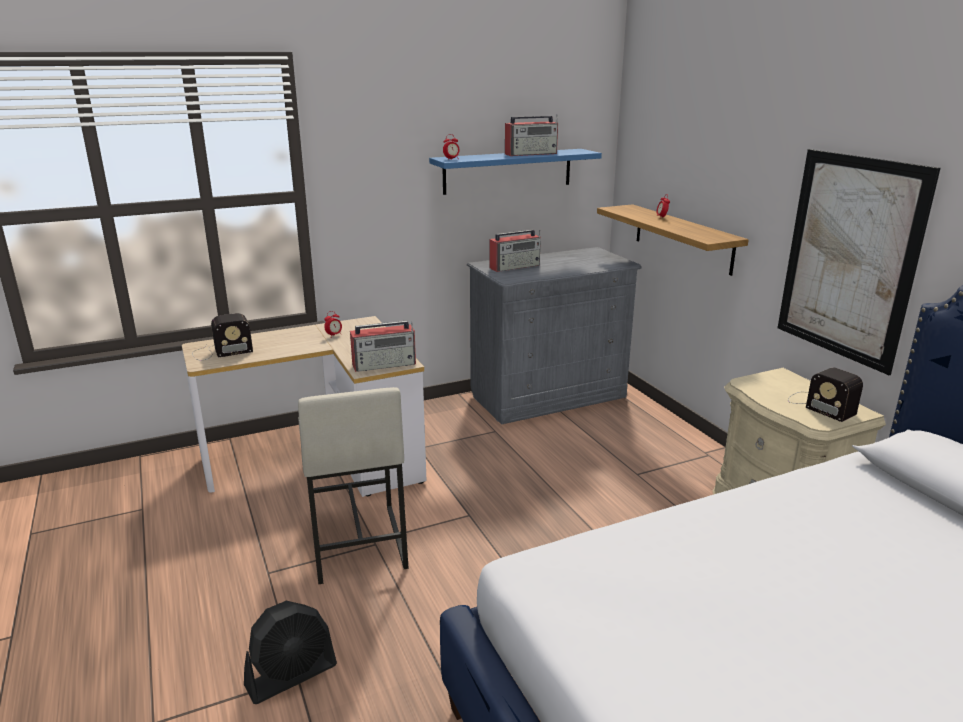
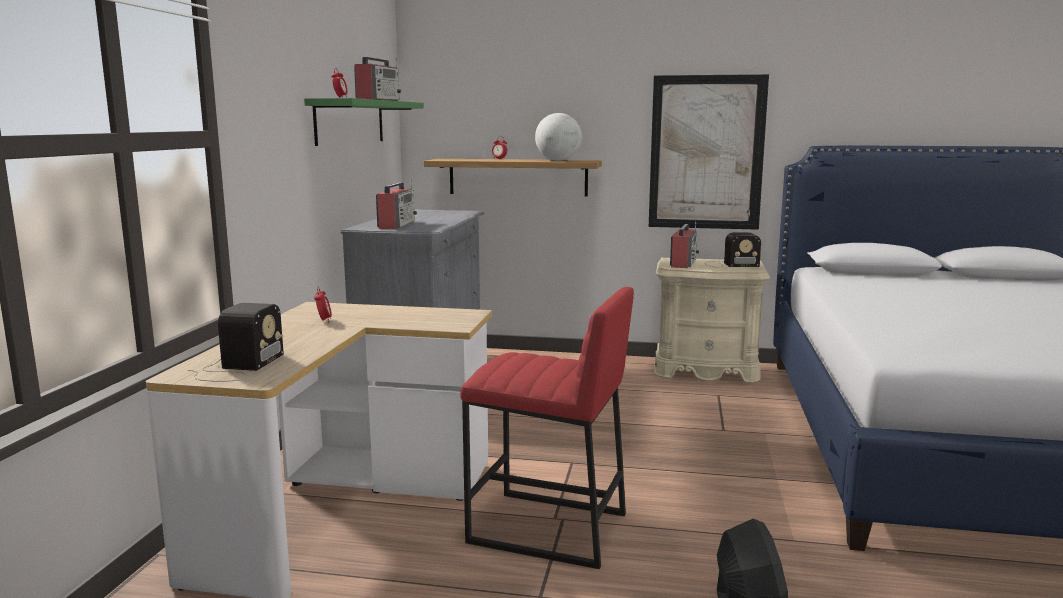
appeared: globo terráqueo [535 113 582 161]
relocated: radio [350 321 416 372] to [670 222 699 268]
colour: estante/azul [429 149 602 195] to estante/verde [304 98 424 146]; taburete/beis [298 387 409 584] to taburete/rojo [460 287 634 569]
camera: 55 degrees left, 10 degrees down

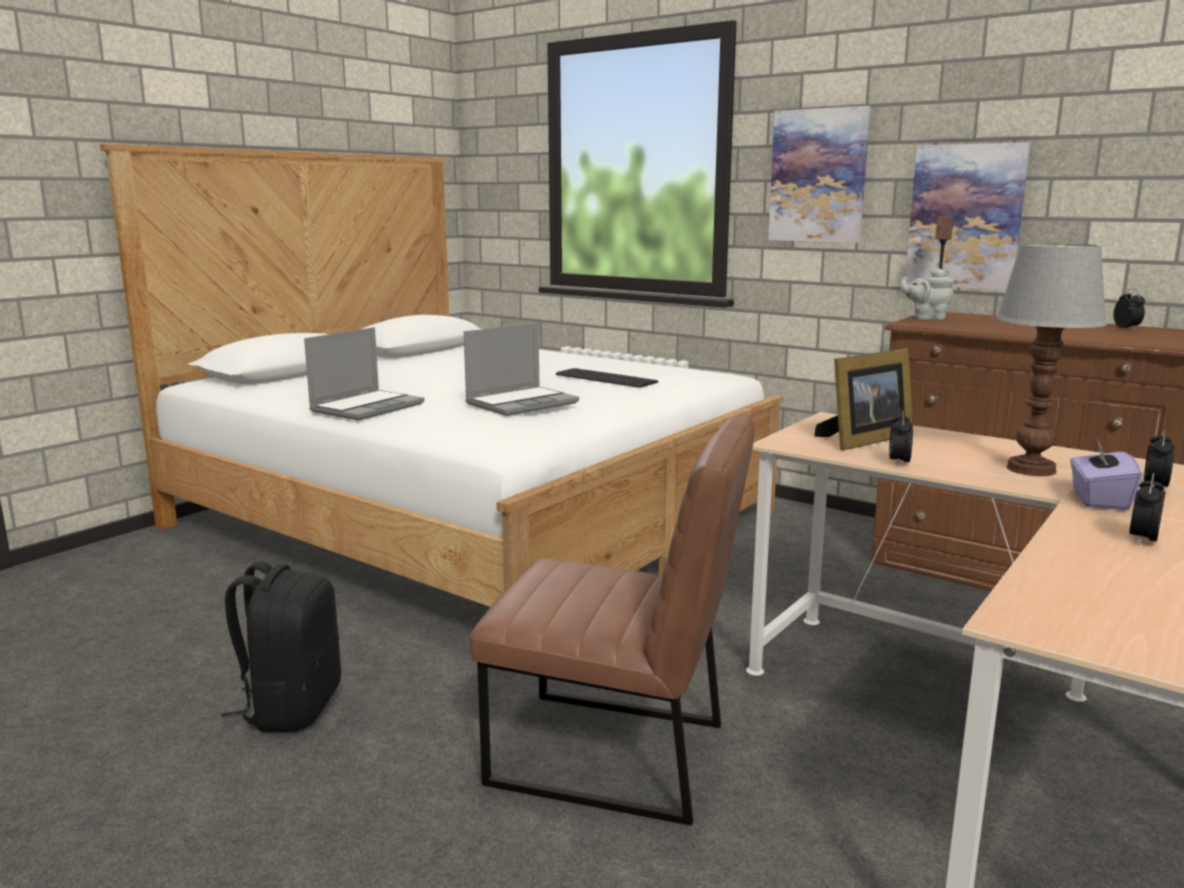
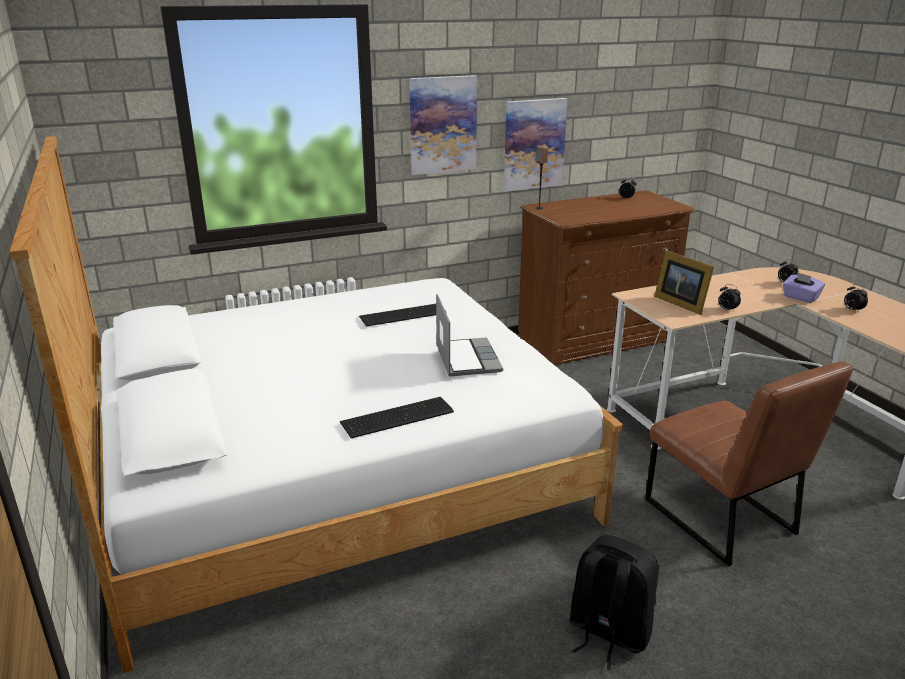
missing: tetera/gris [900 269 954 320]; lámpara de mesa [996 243 1107 476]
exchanged: portátil [304 327 425 421] to teclado [340 397 454 438]
spun: silla/marrón [470 415 755 826] = [645 361 853 566] 105 degrees clockwise; portarretratos [814 349 913 450] = [655 250 714 315] 150 degrees clockwise
camera: 60 degrees left, 10 degrees up

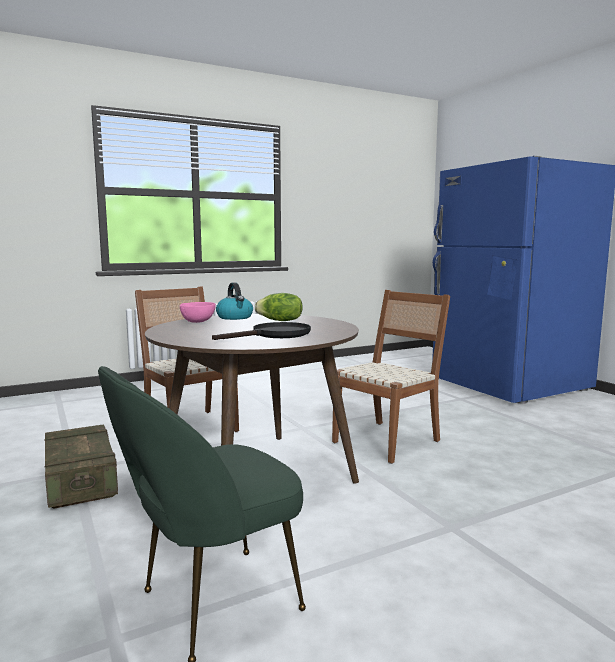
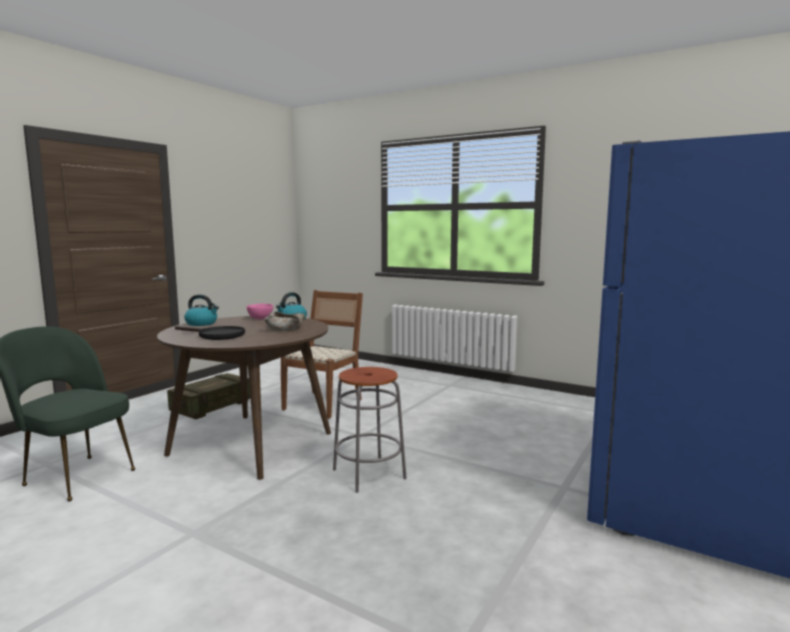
appeared: hervidor [184 294 219 326]
exchanged: lechuga [255 293 303 321] to cuenco/beis [264 312 305 331]; silla [332 290 450 464] to taburete/gris [333 367 407 493]
camera: 60 degrees right, 0 degrees up

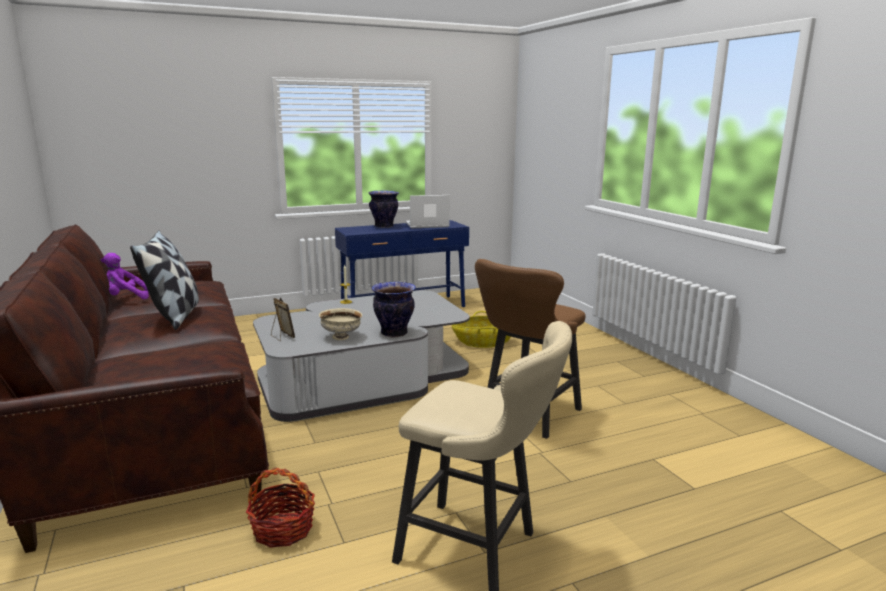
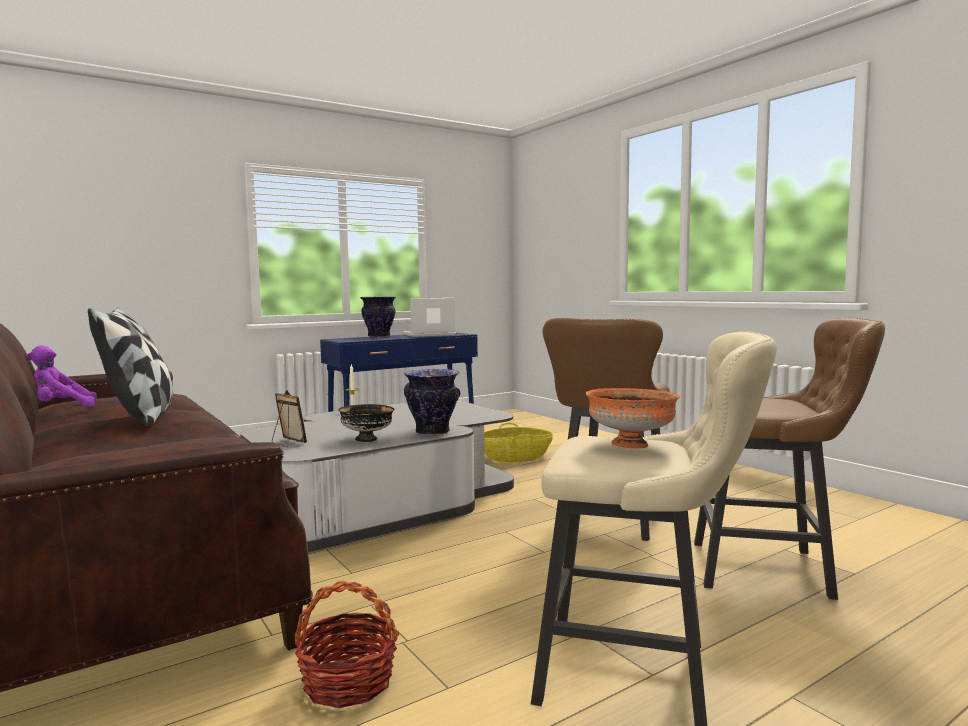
appeared: cuenco/naranja [586 388 680 448]; taburete/marrón [694 318 885 600]
colour: cuenco/beis [319 308 362 340] to cuenco/negro [338 404 394 442]
camera: 10 degrees left, 10 degrees down

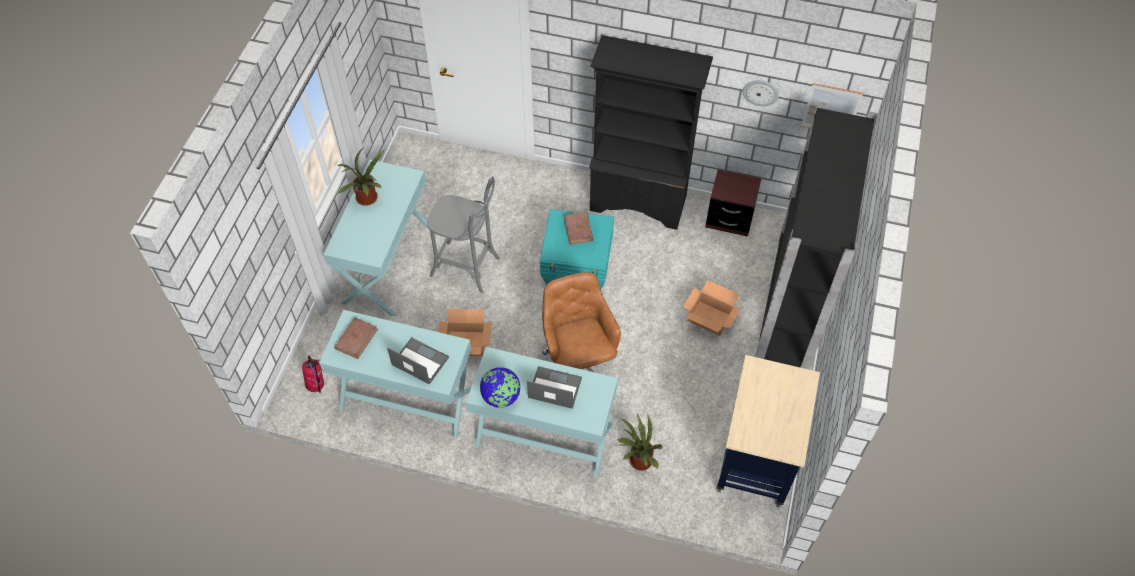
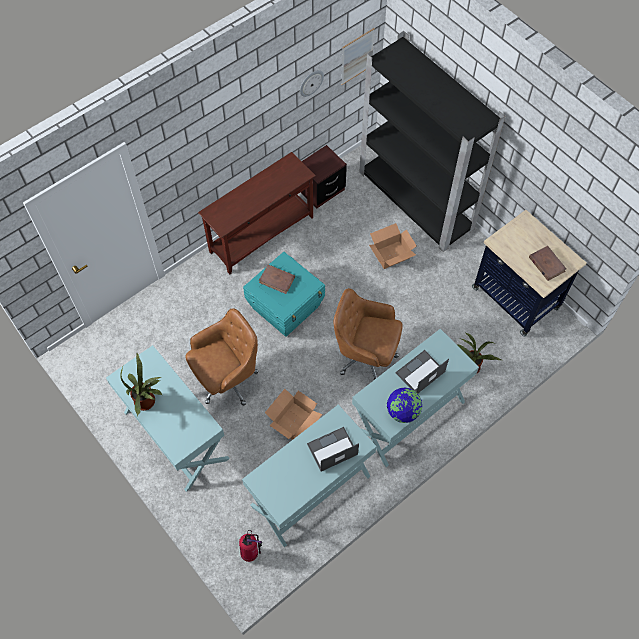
relocated: libro/marrón [334 317 378 359] to [529 246 566 281]
exchanged: taburete/gris [427 177 500 293] to silla de oficina/marrón [185 308 258 405]; estantería/negro [589 35 713 230] to mesa consola/marrón [198 152 316 274]
camera: 55 degrees left, 5 degrees up

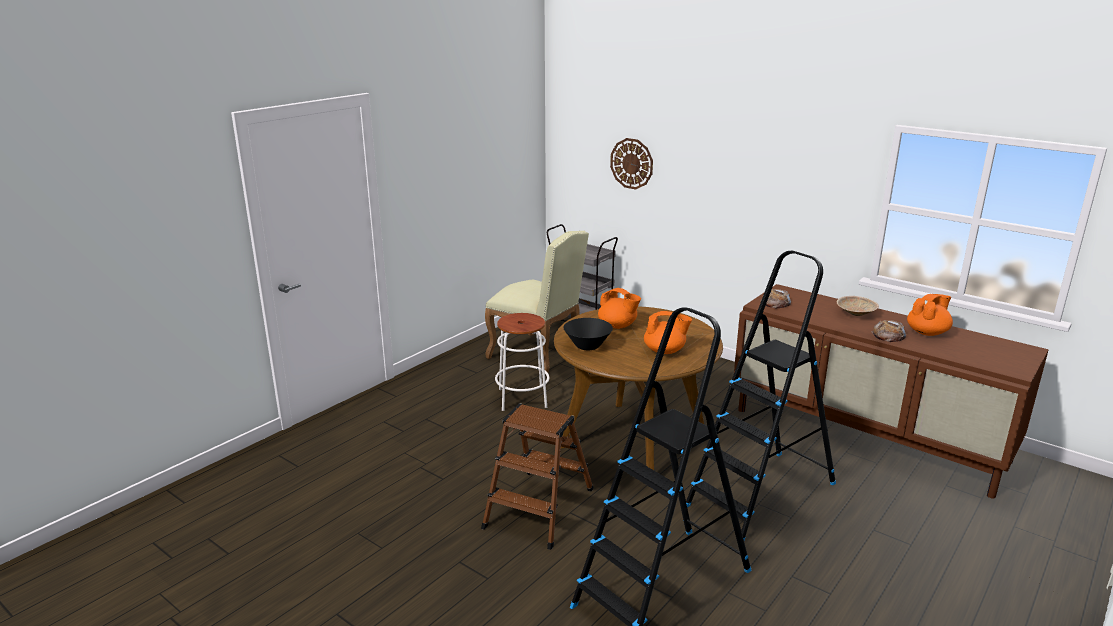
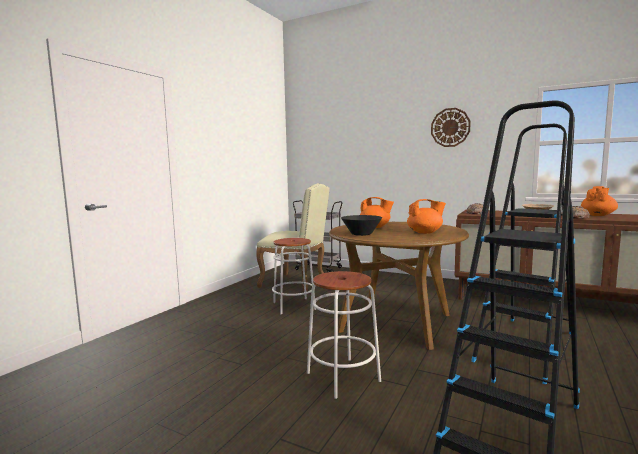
relocated: reloj de pared [610 138 653 190] to [431 108 471 147]
exchanged: escalera de tijera/marrón [481 403 594 550] to taburete/blanco [307 271 381 399]
camera: 10 degrees left, 15 degrees down

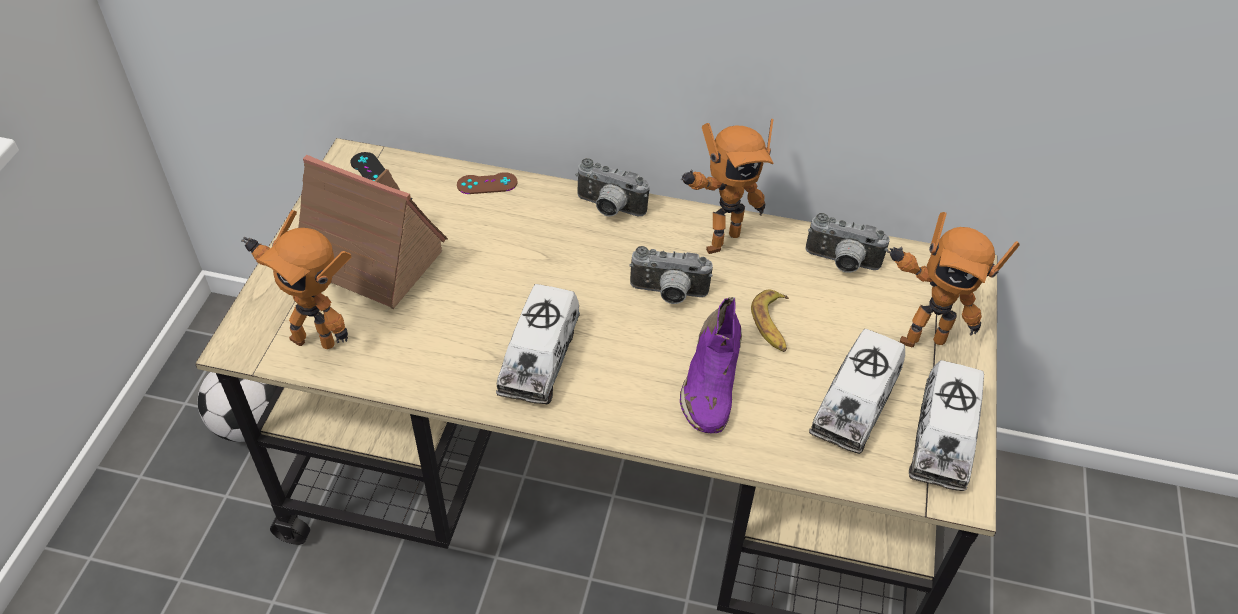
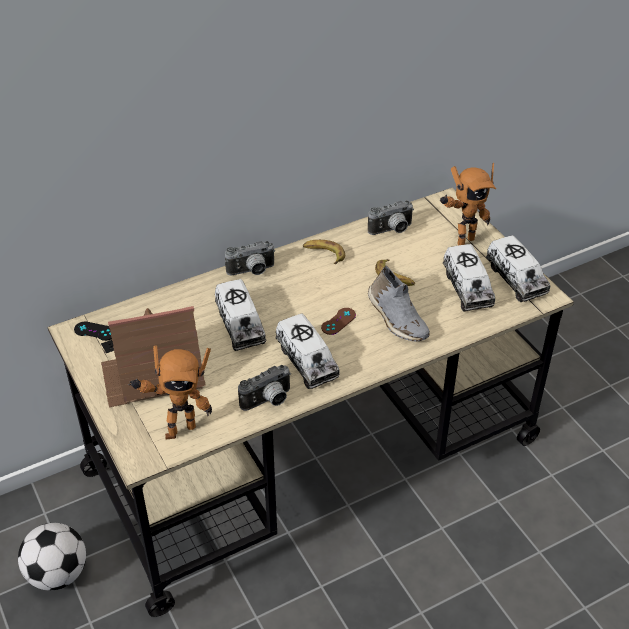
appeared: camión de juguete [215 279 266 351]
relocated: cámara [629 246 713 304] to [238 365 291 411]; mando de consola/marrón [457 172 518 194] to [321 308 356 335]
exchanged: robot de juguete [681 119 774 254] to plátano [303 240 345 264]
colour: zapato/morado [680 297 742 433] to zapato/gris [368 266 430 341]
camera: 40 degrees left, 5 degrees down

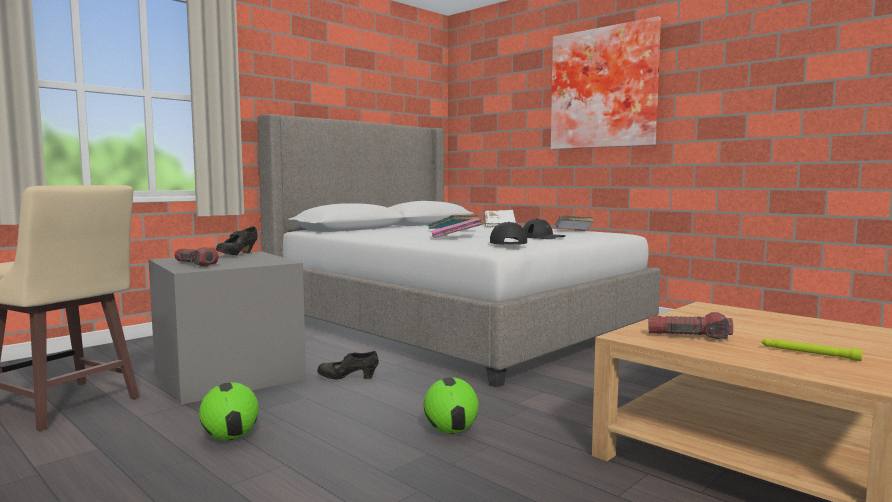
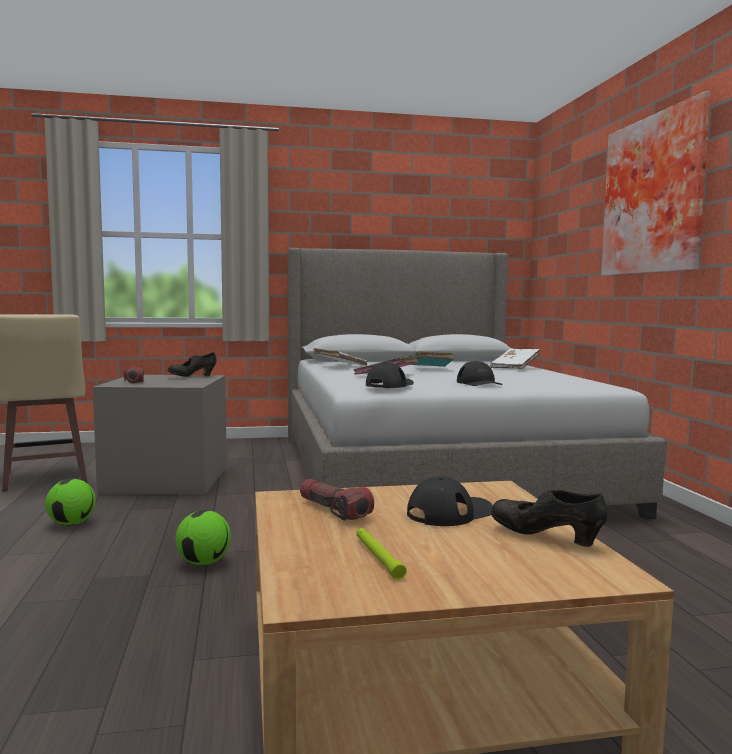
appeared: gorra/negro [407 477 493 526]
relocated: libro/blanco [555 215 594 230] to [313 348 367 366]; zapato/negro [317 351 379 380] to [491 489 608 547]
camera: 35 degrees right, 0 degrees up

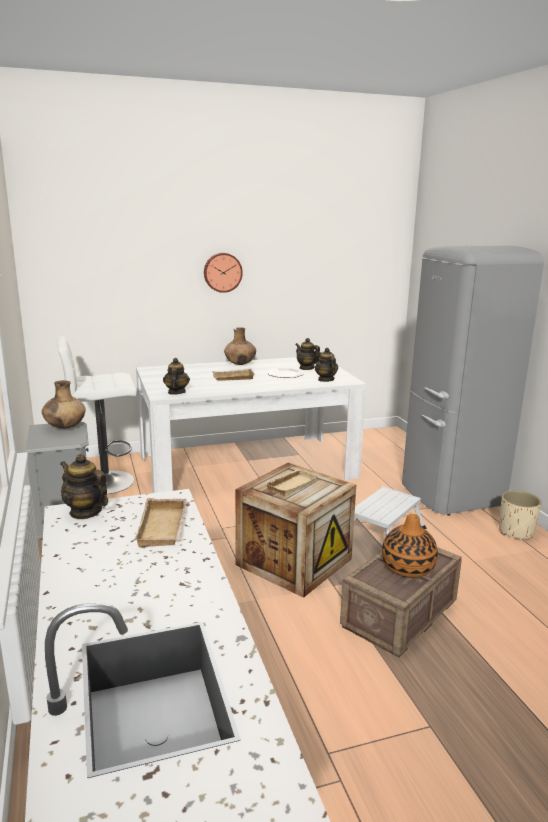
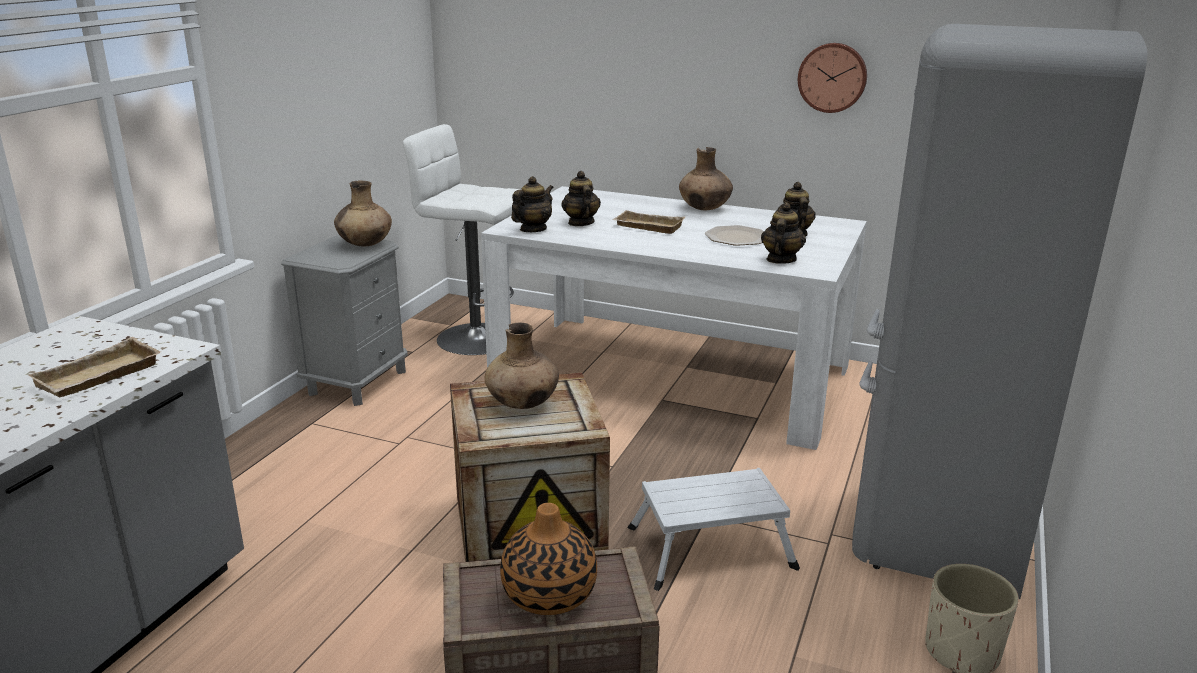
relocated: tetera [60 454 108 519] to [561 171 601 226]; reloj de pared [204 253 243 293] to [798 43 867 113]
exchanged: bandeja/beis [265 469 319 496] to florero/marrón [484 323 559 409]
camera: 40 degrees right, 5 degrees up

